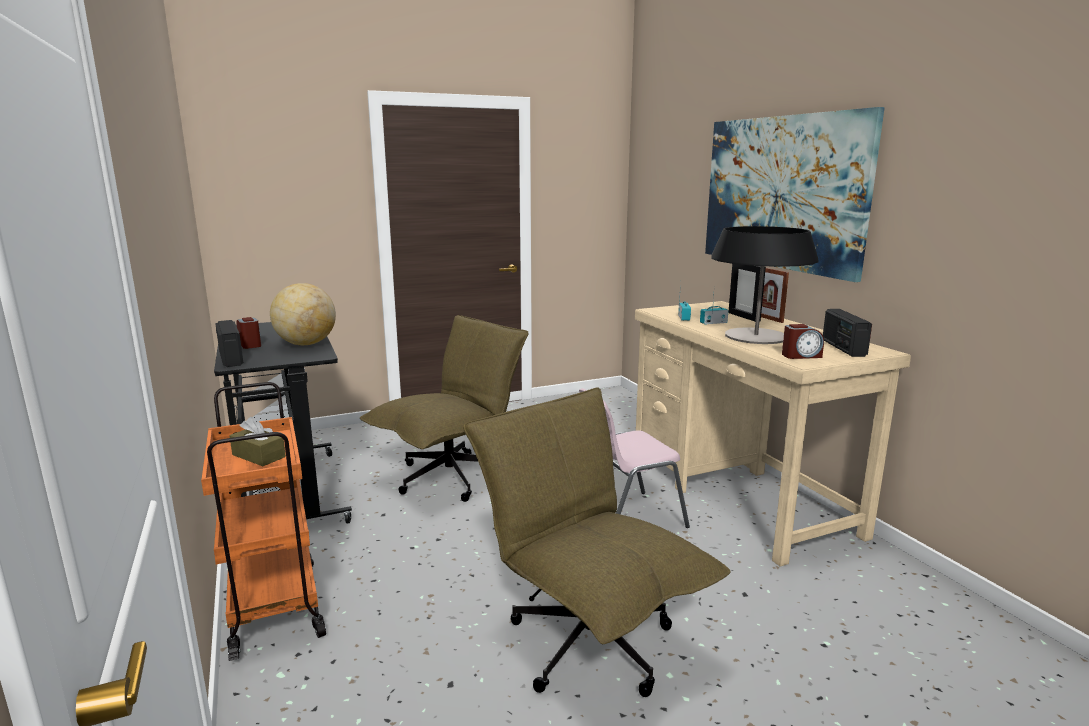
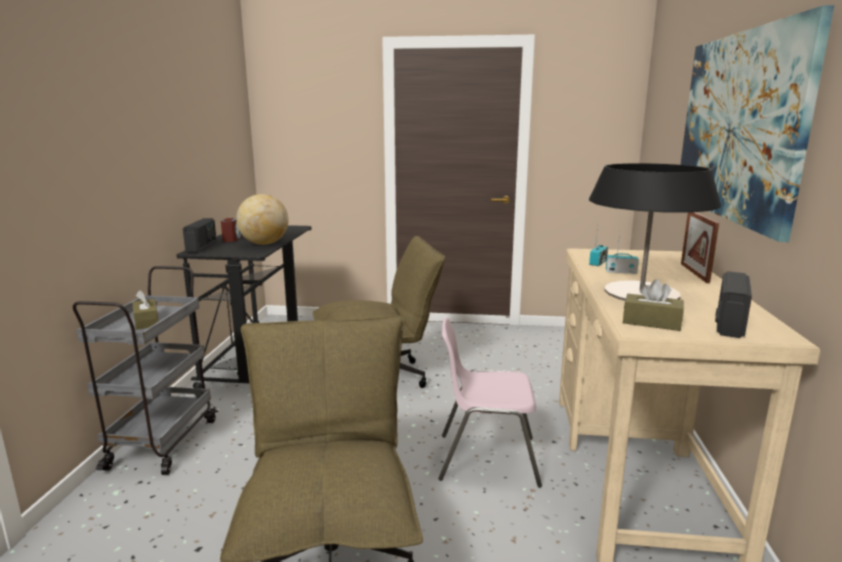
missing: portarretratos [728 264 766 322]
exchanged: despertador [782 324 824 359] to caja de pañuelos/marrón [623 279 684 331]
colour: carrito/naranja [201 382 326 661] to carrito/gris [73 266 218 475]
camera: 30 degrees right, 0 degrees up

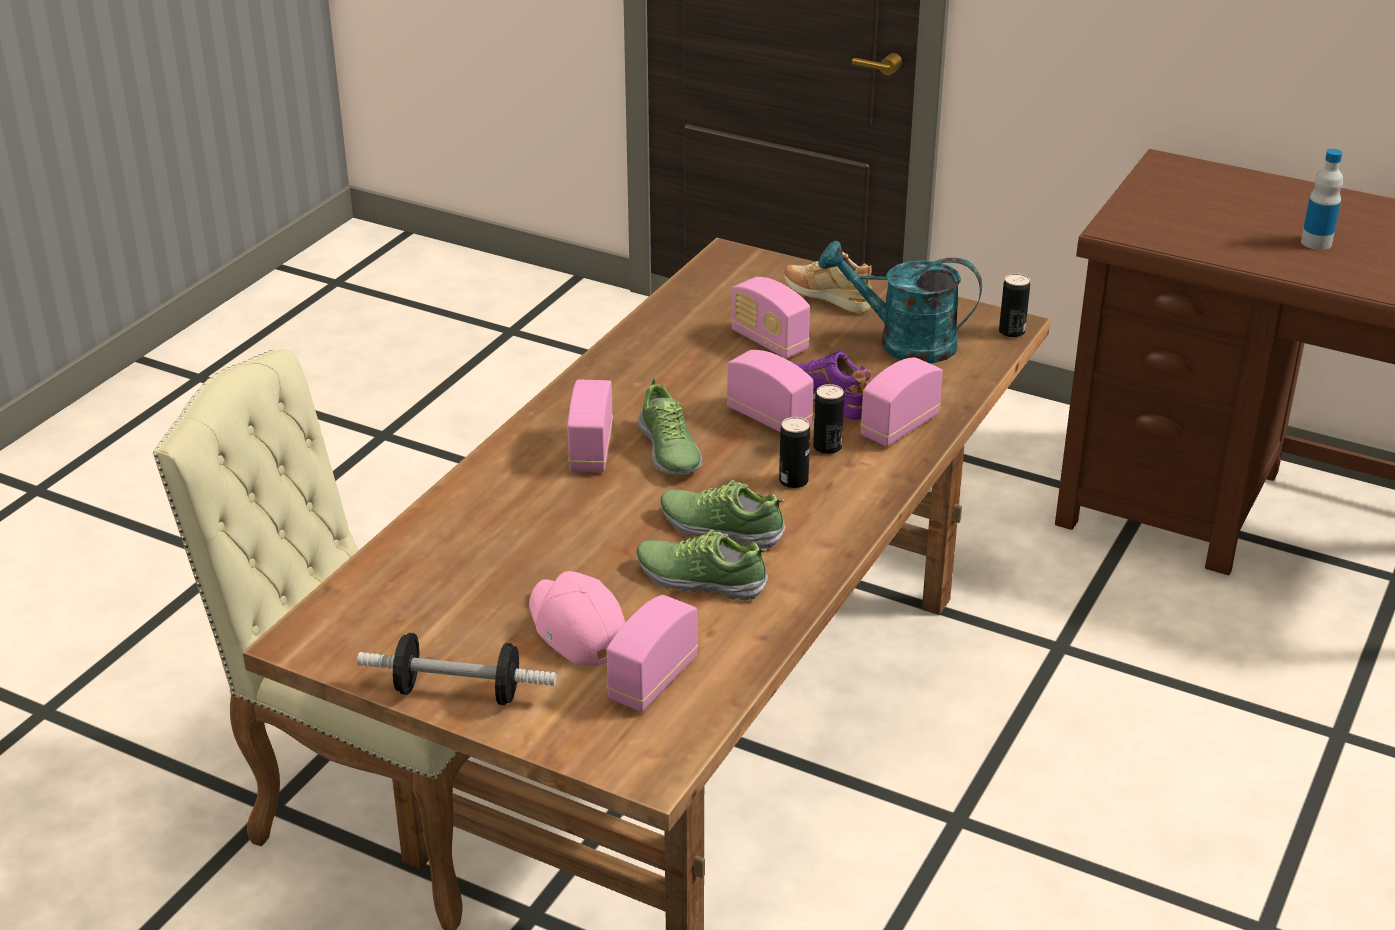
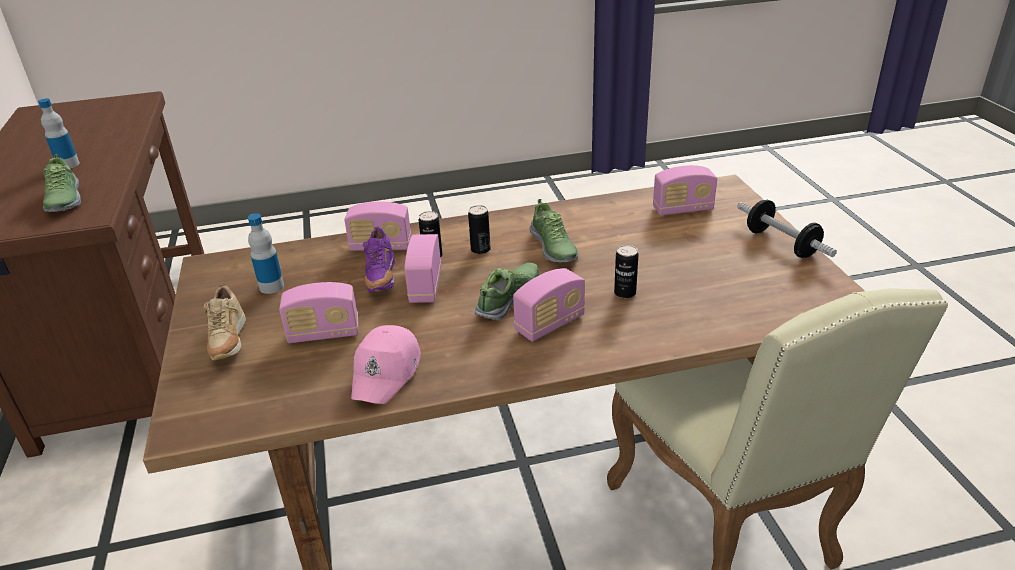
relocated: zapato [637 530 768 601] to [43 154 81 212]; gorra/rosa [529 571 625 666] to [351 325 421 404]; lata [999 273 1030 338] to [614 245 638 298]
exchanged: regadera/turquesa [818 241 982 363] to botella [248 213 284 294]
spun: radio [731 277 810 359] = [279 282 358 343] 75 degrees clockwise
camera: 130 degrees left, 0 degrees up

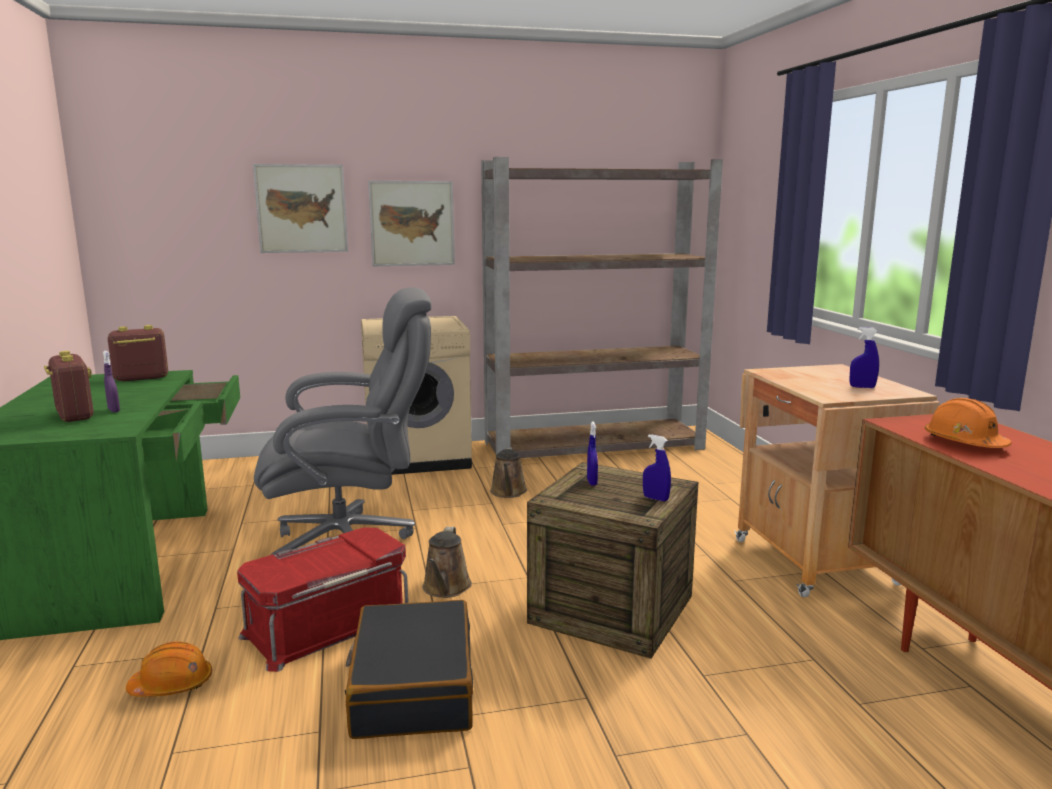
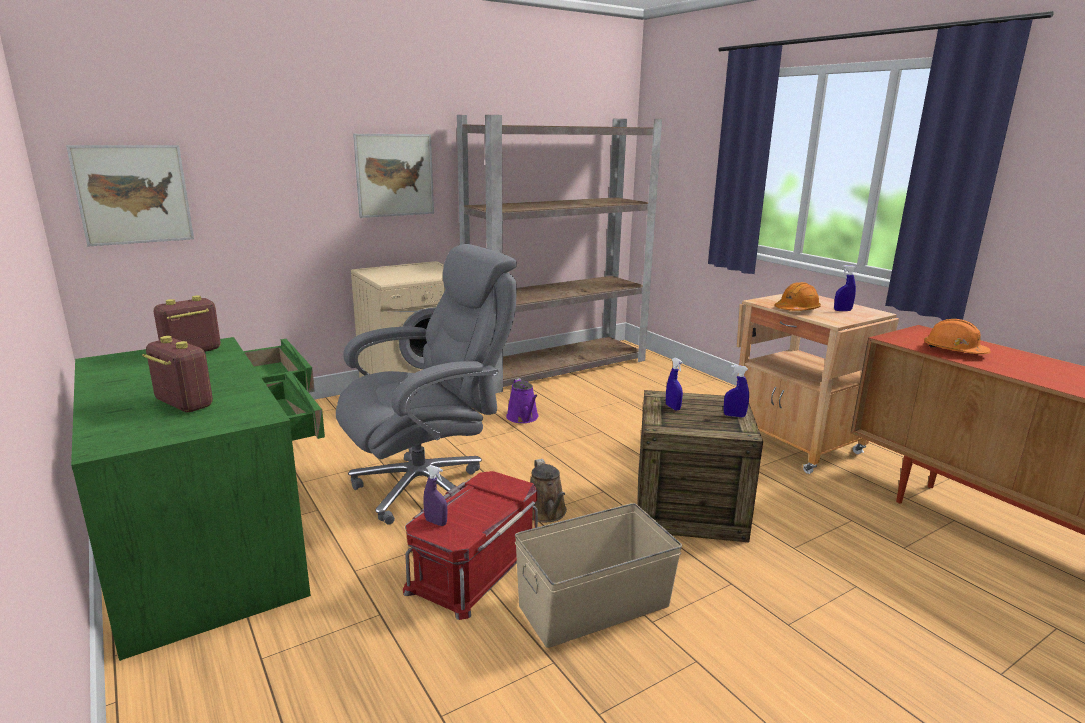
relocated: cuadro [253 164 348 253] to [66 145 194 247]; pulverizador/morado [103 351 120 412] to [424 465 448 526]; casco/naranja [126 642 212 697] to [775 282 821 311]
exchanged: maleta/negro [345 600 473 739] to caja de almacenaje/beis [515 503 682 648]
colour: regadera/marrón [490 447 527 498] to regadera/morado [506 378 539 423]
camera: 20 degrees left, 5 degrees up

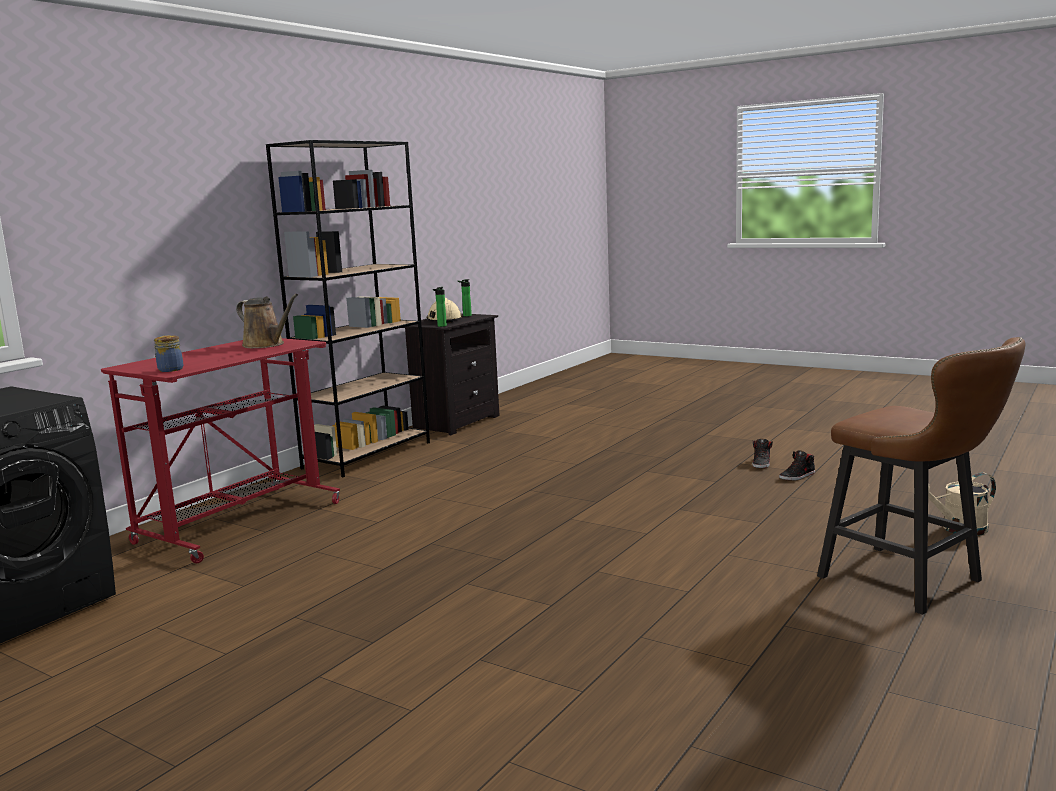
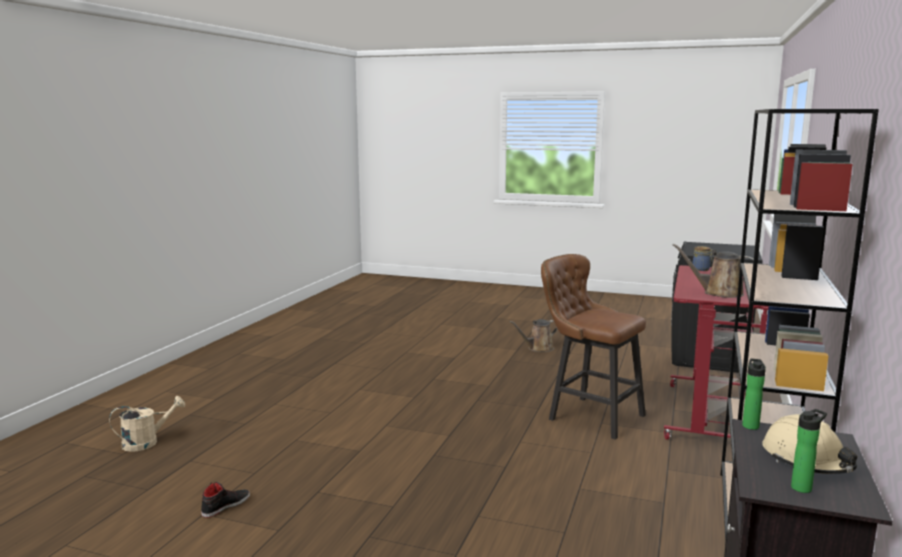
missing: zapato/negro [752 439 773 468]
appeared: regadera/marrón [510 319 558 352]
relocated: taburete/marrón [817 337 1025 615] to [541 254 646 440]
camera: 165 degrees right, 0 degrees up

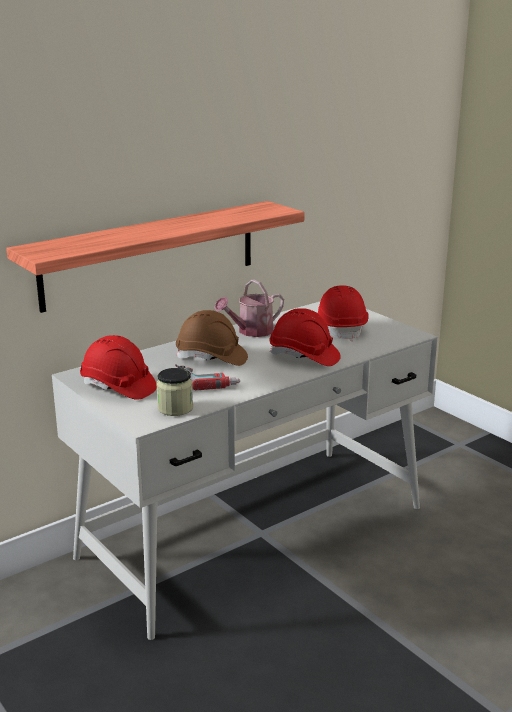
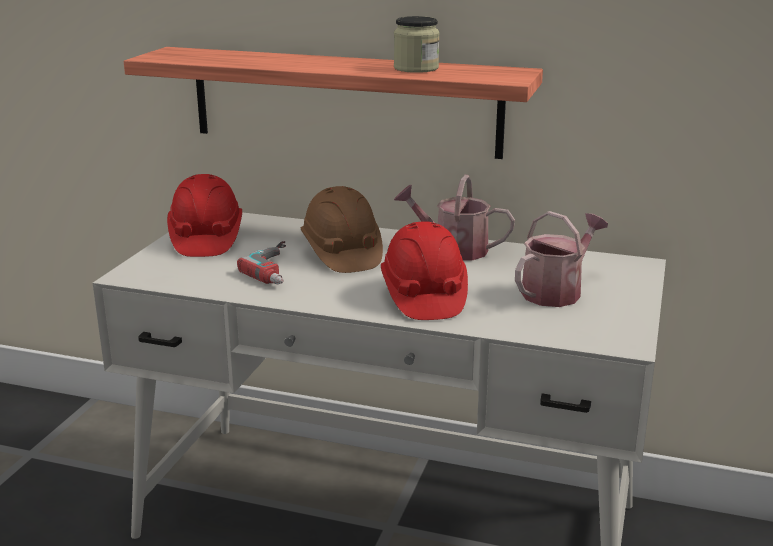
relocated: tarro [156 368 193 416] to [394 16 440 73]
exchanged: casco/rojo [318 285 369 341] to regadera [515 211 608 307]
camera: 55 degrees right, 0 degrees up

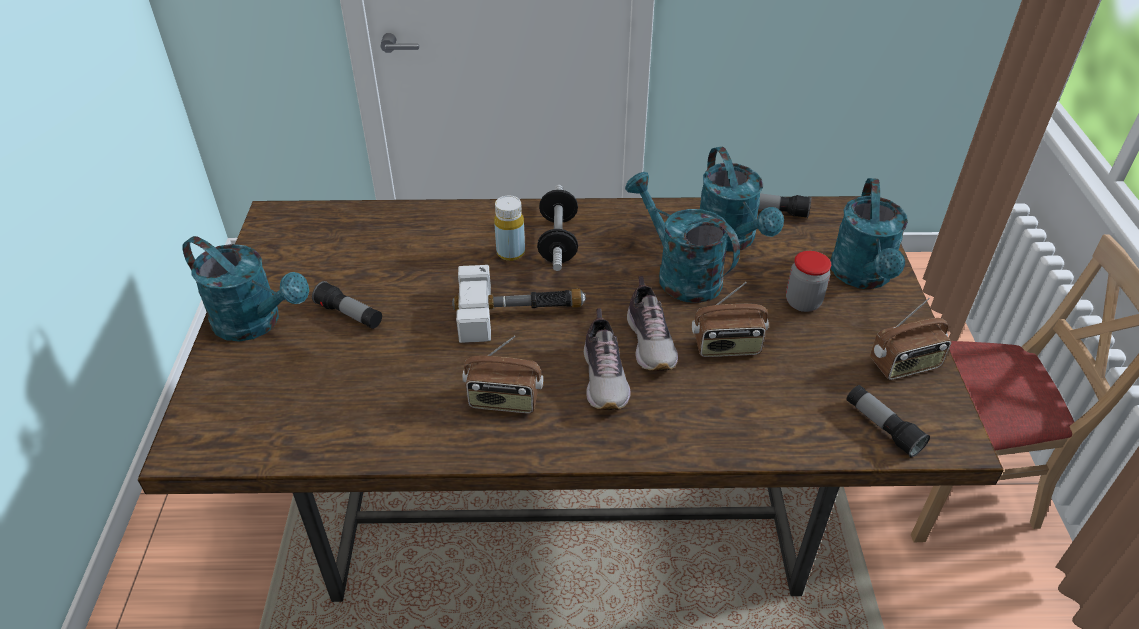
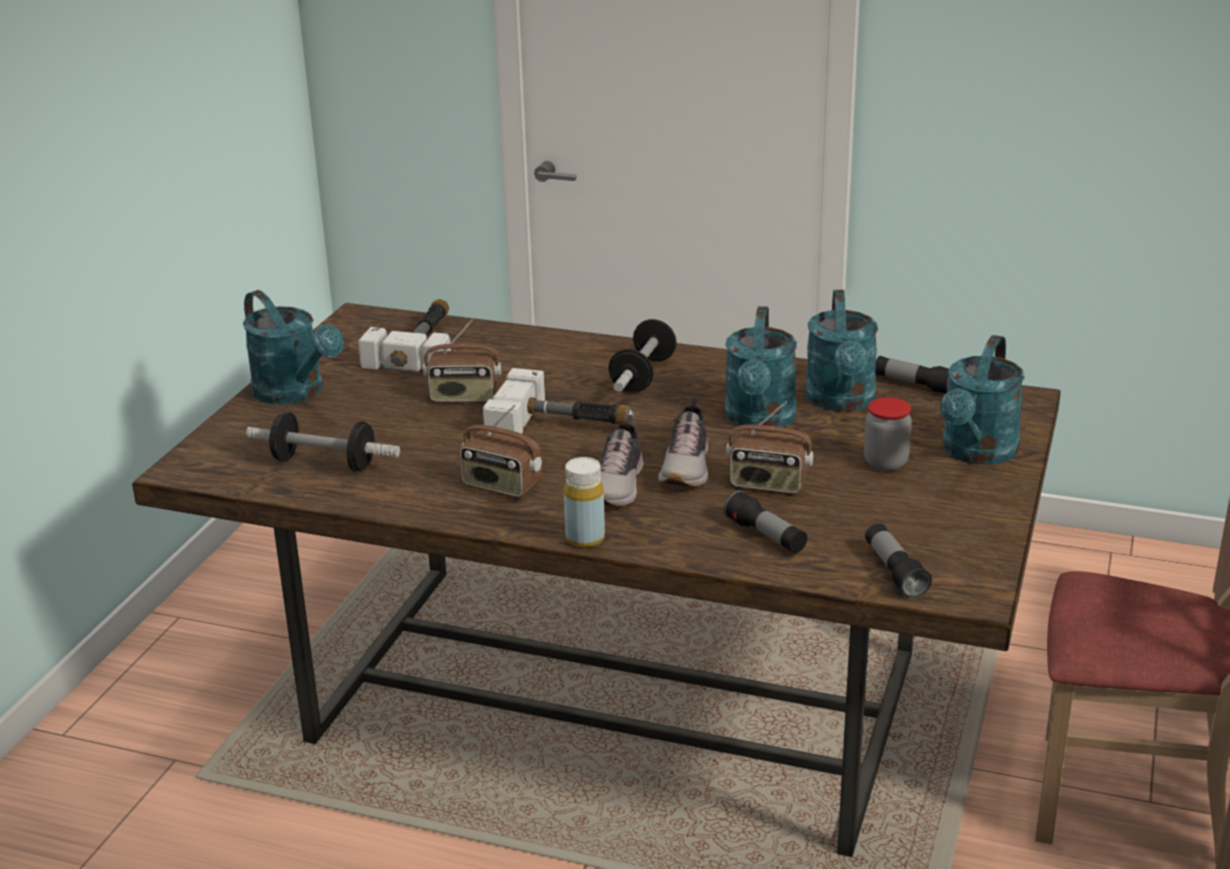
appeared: mancuerna [246 412 400 472]; martillo [358 299 451 372]
relocated: radio [870 298 952 380] to [423 319 501 402]; botella/amarillo [494 196 525 261] to [564 457 605 548]; linterna [312 281 382 329] to [724 490 807 553]
spun: regadera/turquesa [625 172 740 303] = [725 306 797 431] 150 degrees counterclockwise
camera: 20 degrees right, 15 degrees down

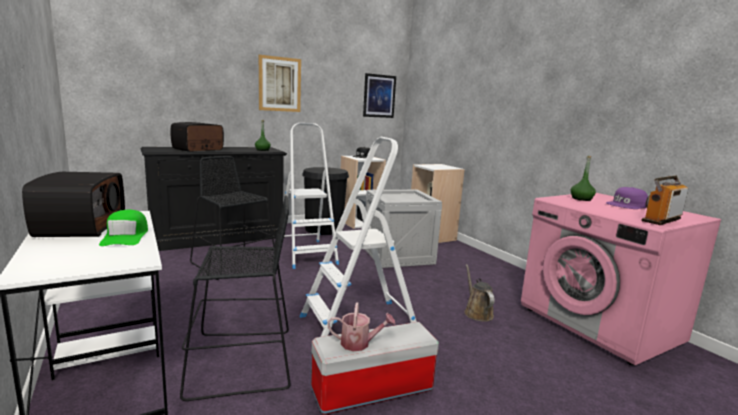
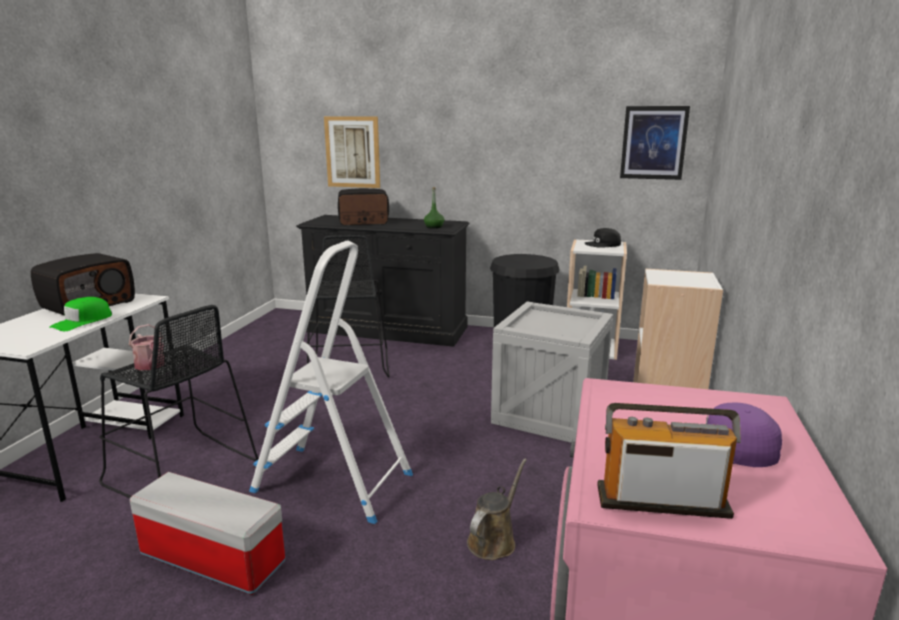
missing: escalera de tijera/blanco [284 123 339 269]; botella/verde [571 156 596 201]
relocated: regadera [327 302 396 351] to [129 324 164 370]; cuadro [259 55 301 112] to [324 116 380 188]
camera: 45 degrees right, 5 degrees up

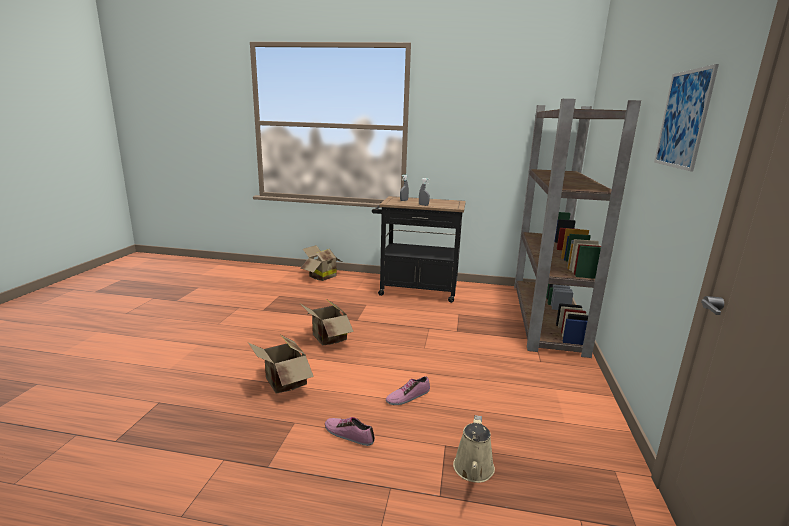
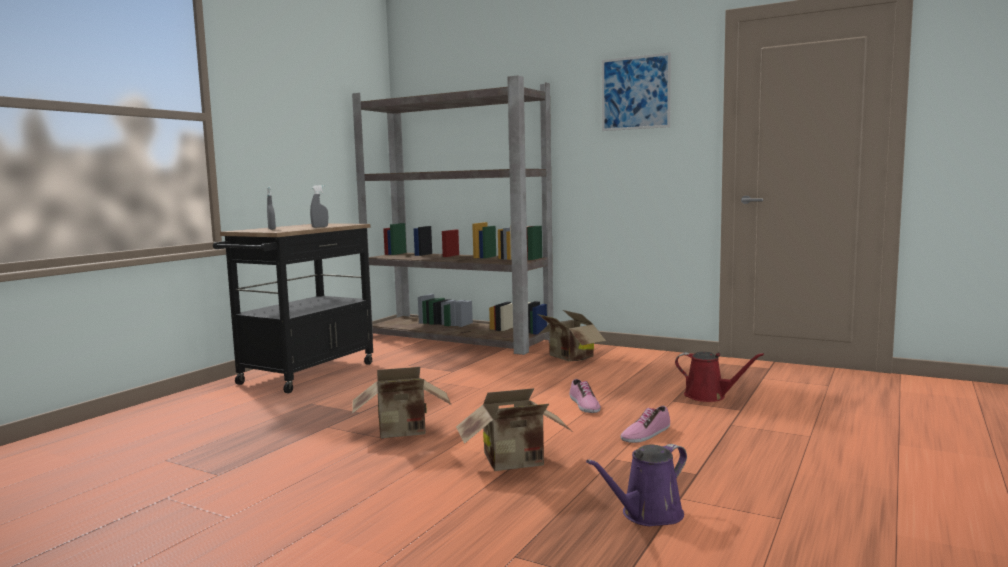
appeared: regadera/morado [586 444 687 526]
relocated: caja de cartón [301 245 342 281] to [538 310 606 361]
colour: regadera/beis [453 415 495 483] to regadera/rojo [675 352 764 402]
camera: 70 degrees left, 10 degrees down

